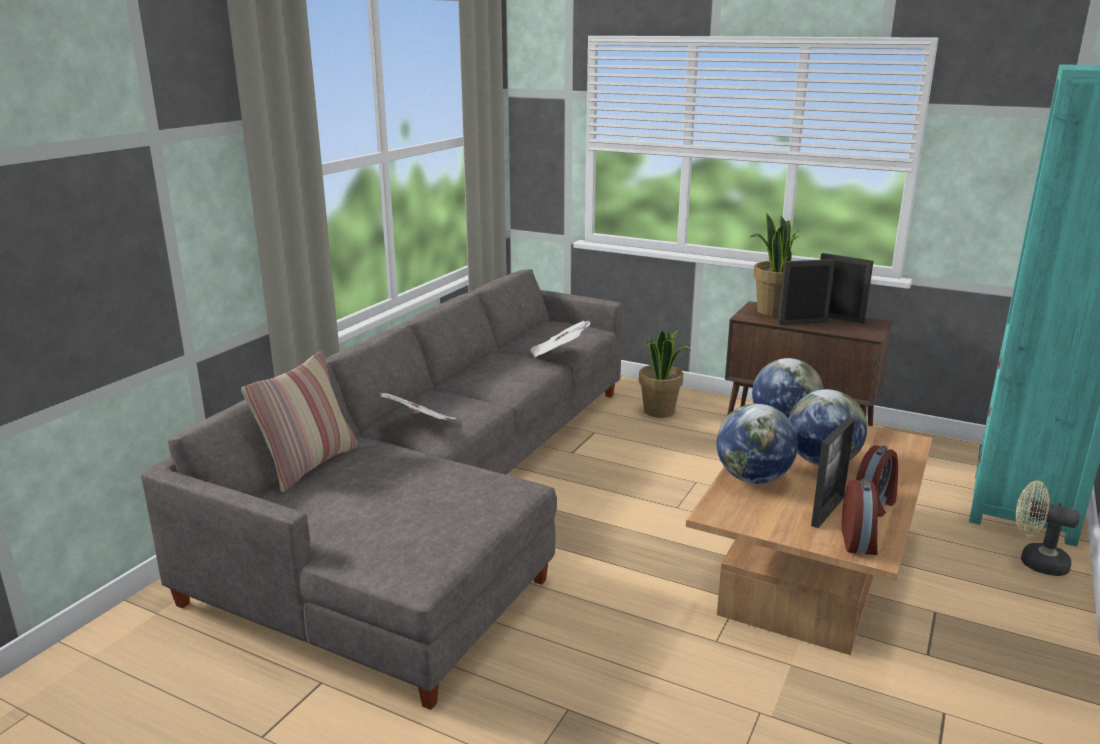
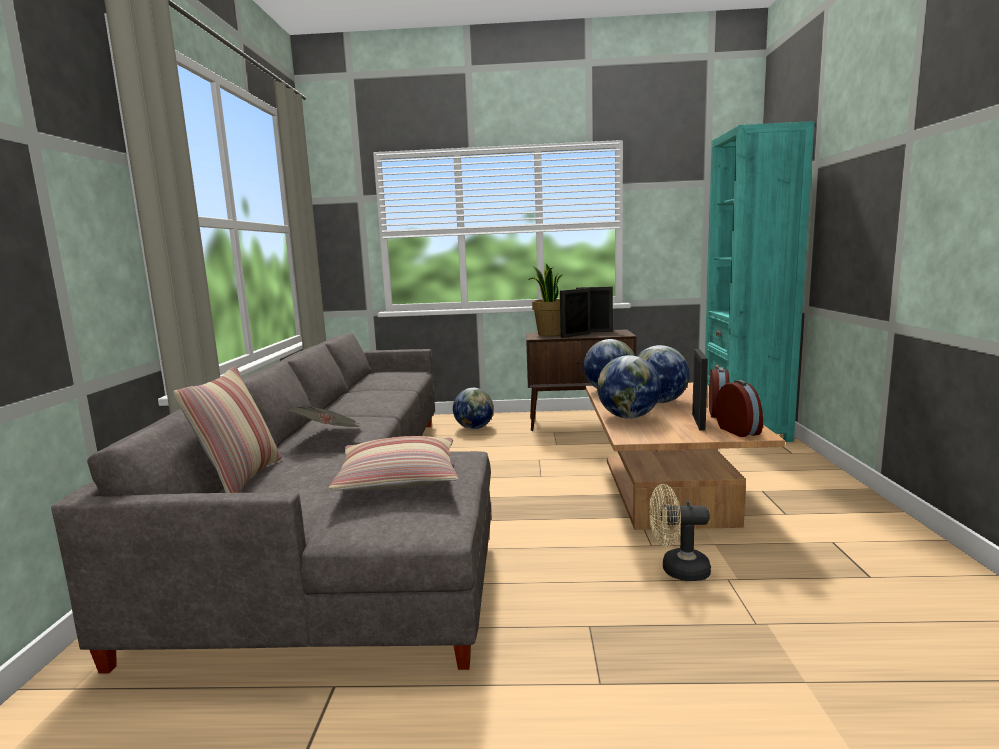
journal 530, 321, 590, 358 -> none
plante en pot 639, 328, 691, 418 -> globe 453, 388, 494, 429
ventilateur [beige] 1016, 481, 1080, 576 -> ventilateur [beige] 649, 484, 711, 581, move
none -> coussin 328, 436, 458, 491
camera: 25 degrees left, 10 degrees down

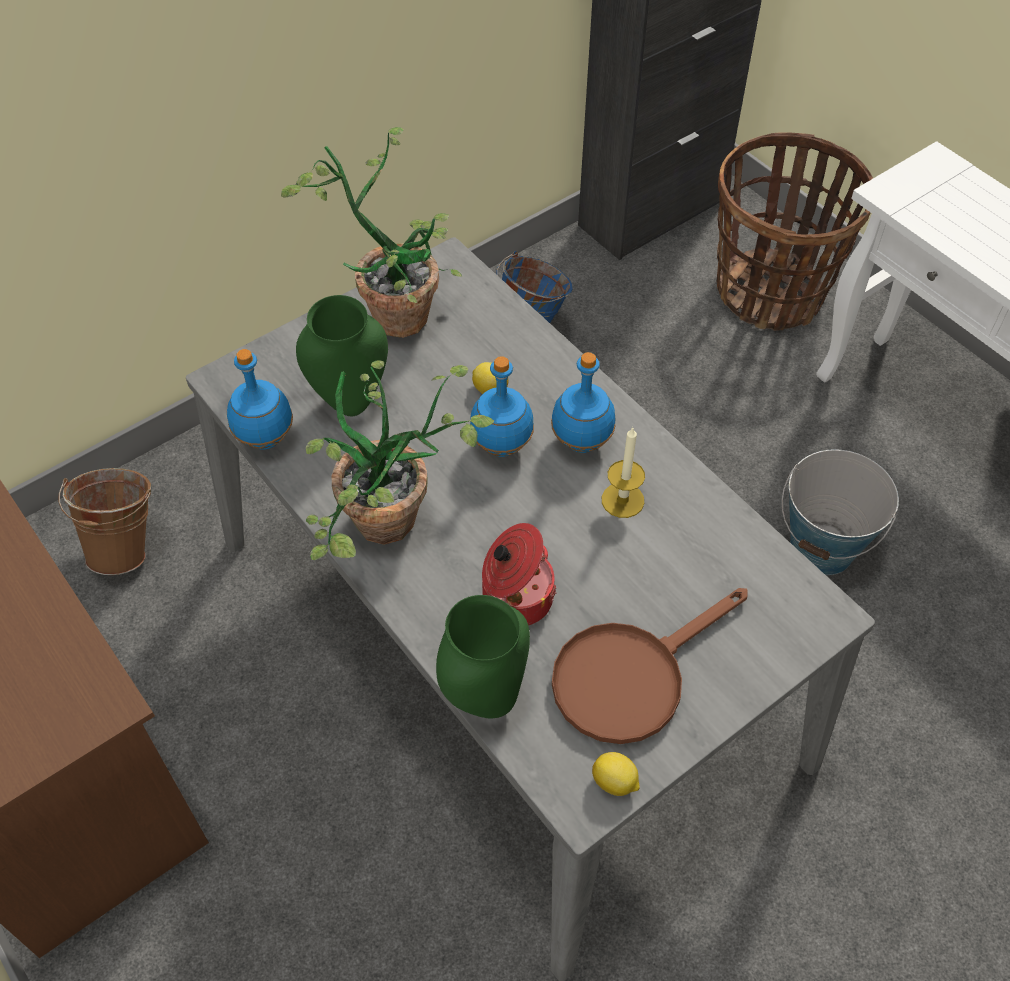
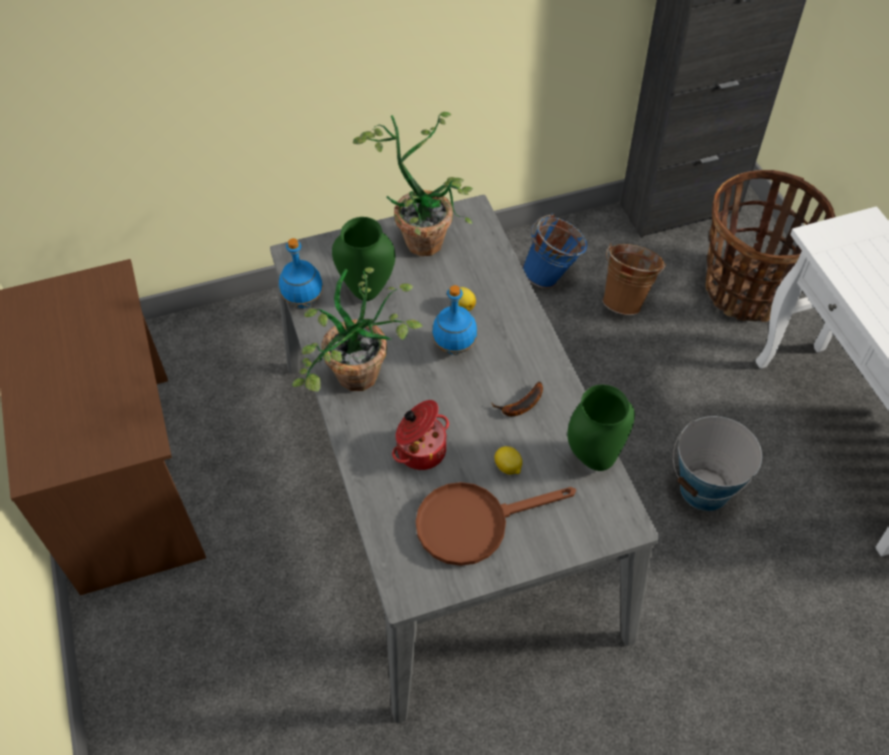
seau [marron] 59, 468, 151, 575 -> seau [marron] 603, 243, 666, 315, move
vase [vert] 436, 595, 530, 718 -> vase [vert] 567, 385, 635, 471, move
bouteille [bleu] 551, 352, 615, 453 -> none
citron 592, 752, 640, 796 -> citron 494, 446, 522, 475, move
bougie 602, 427, 645, 518 -> banane 491, 381, 543, 416
camera: 20 degrees right, 0 degrees up

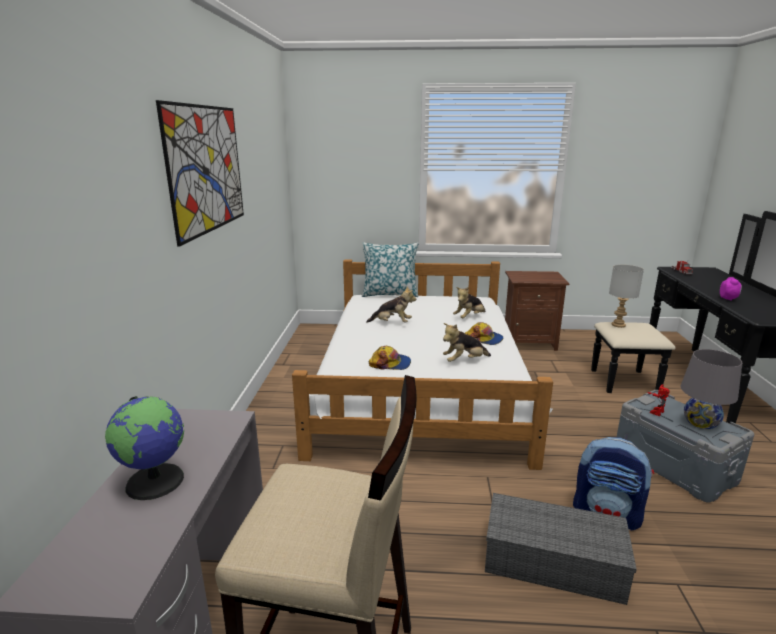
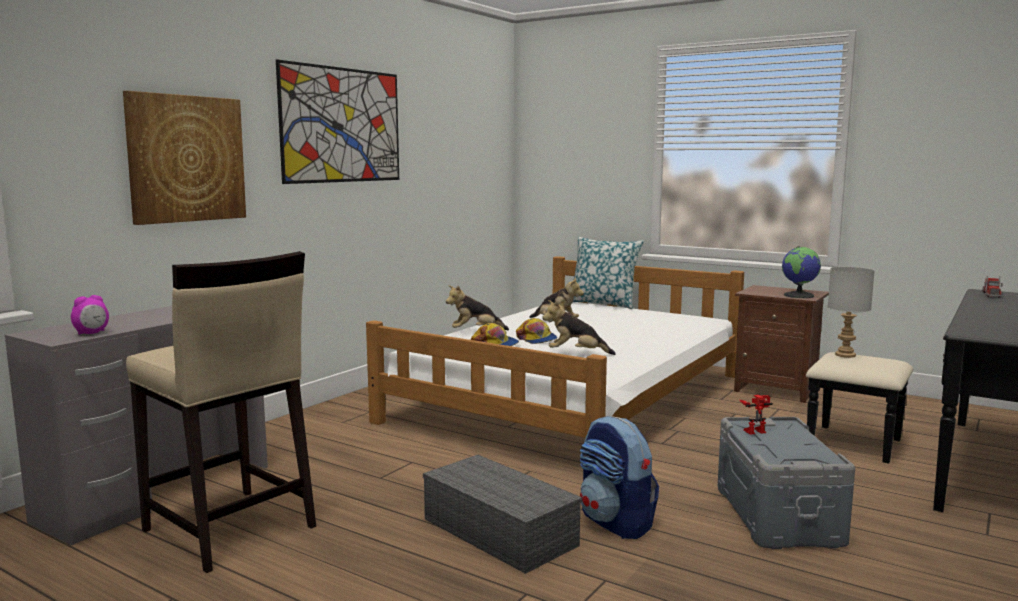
globe 105, 396, 184, 500 -> globe 782, 246, 821, 298, move
peluche 453, 287, 486, 318 -> peluche 446, 285, 509, 330, move
casquette 465, 322, 503, 345 -> casquette 516, 318, 557, 344, move
lampe de table [gris] 681, 349, 743, 429 -> none
réveil 720, 277, 742, 301 -> réveil 71, 295, 109, 335, move
none -> tableau 123, 91, 246, 225
camera: 30 degrees right, 10 degrees down

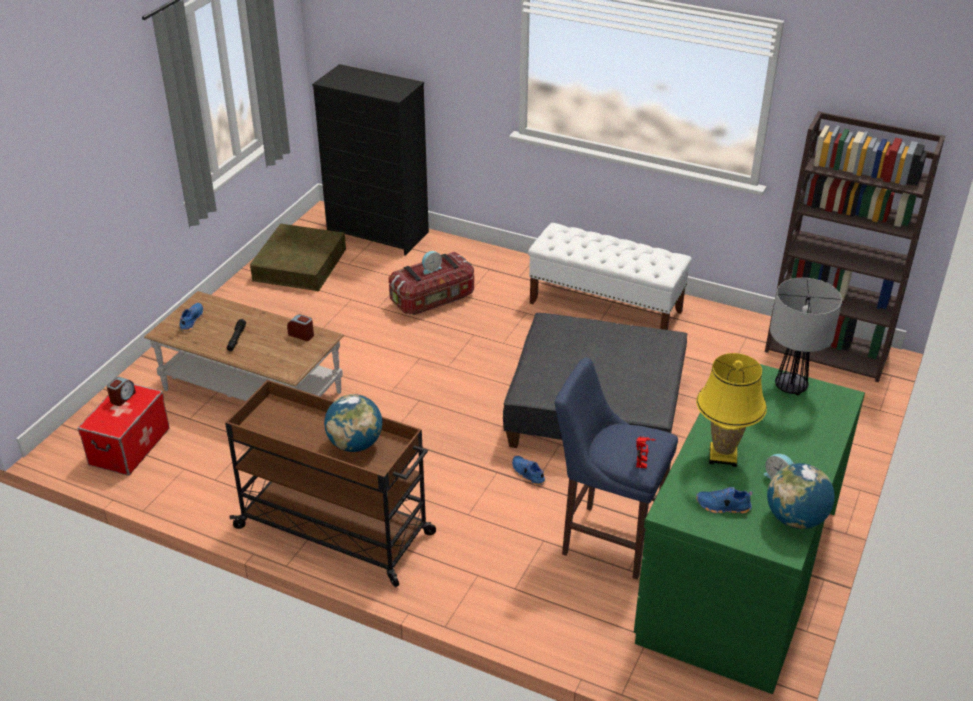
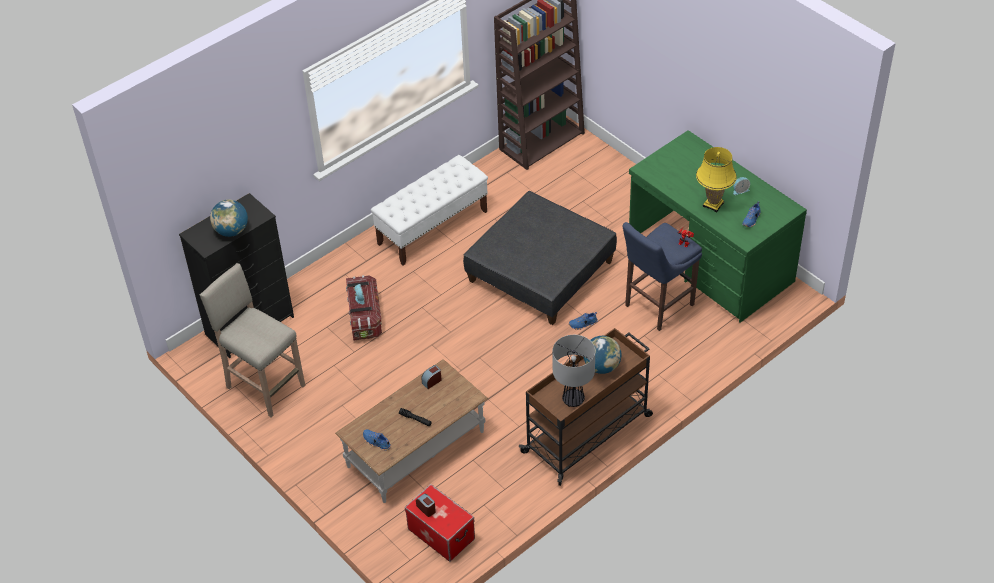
boîte de rangement [marron] 250, 224, 346, 291 -> tabouret [beige] 200, 263, 306, 417
globe 767, 463, 835, 529 -> globe 210, 200, 248, 237, move
lampe de table 770, 278, 842, 396 -> lampe de table 552, 335, 595, 407, move
camera: 65 degrees left, 10 degrees up

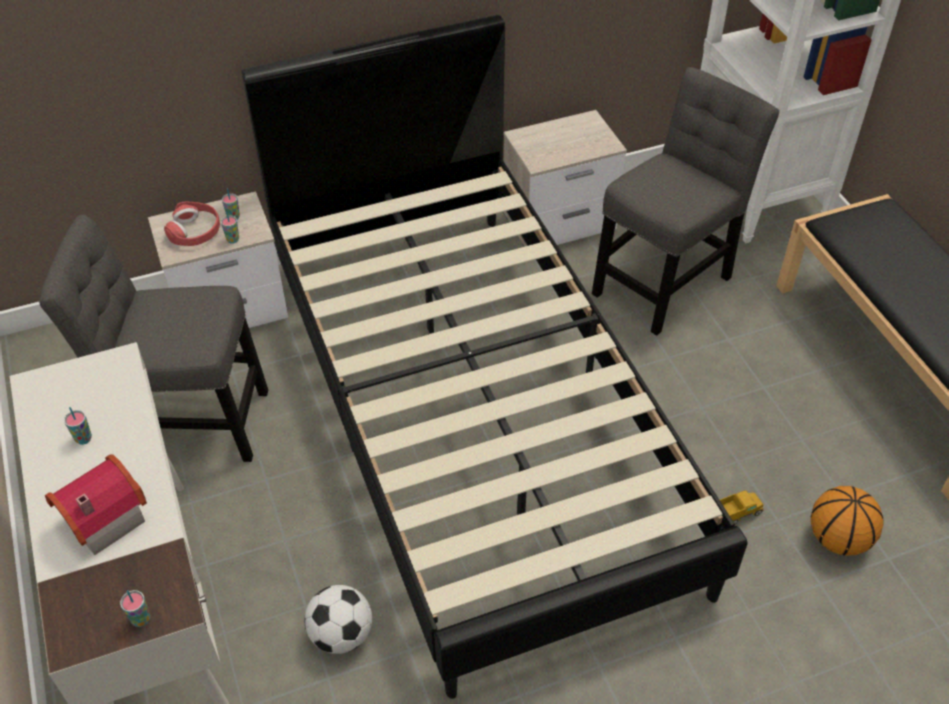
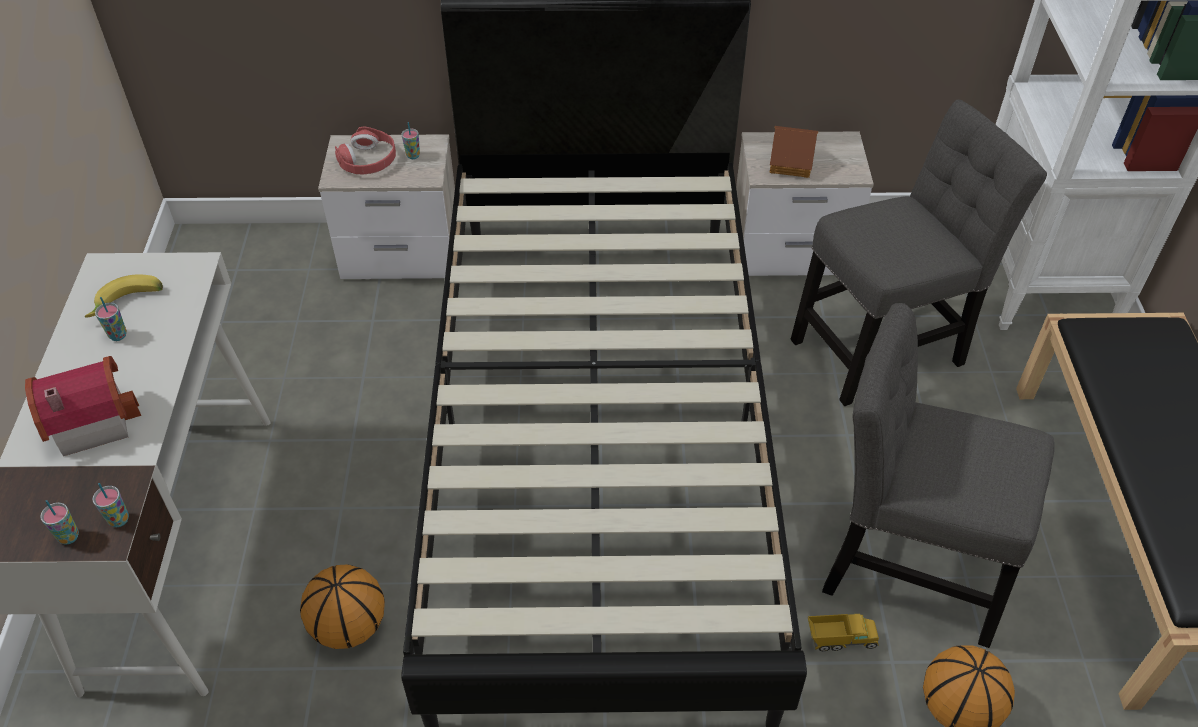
chaise [gris] 39, 214, 268, 462 -> chaise [gris] 822, 303, 1054, 648, move
tasse 221, 211, 239, 244 -> tasse 93, 483, 129, 527, move
ballon de foot 305, 585, 372, 654 -> ballon de basket 300, 564, 385, 649
none -> banane 85, 274, 163, 318
none -> maison miniature 770, 126, 818, 178
camera: 20 degrees right, 0 degrees up

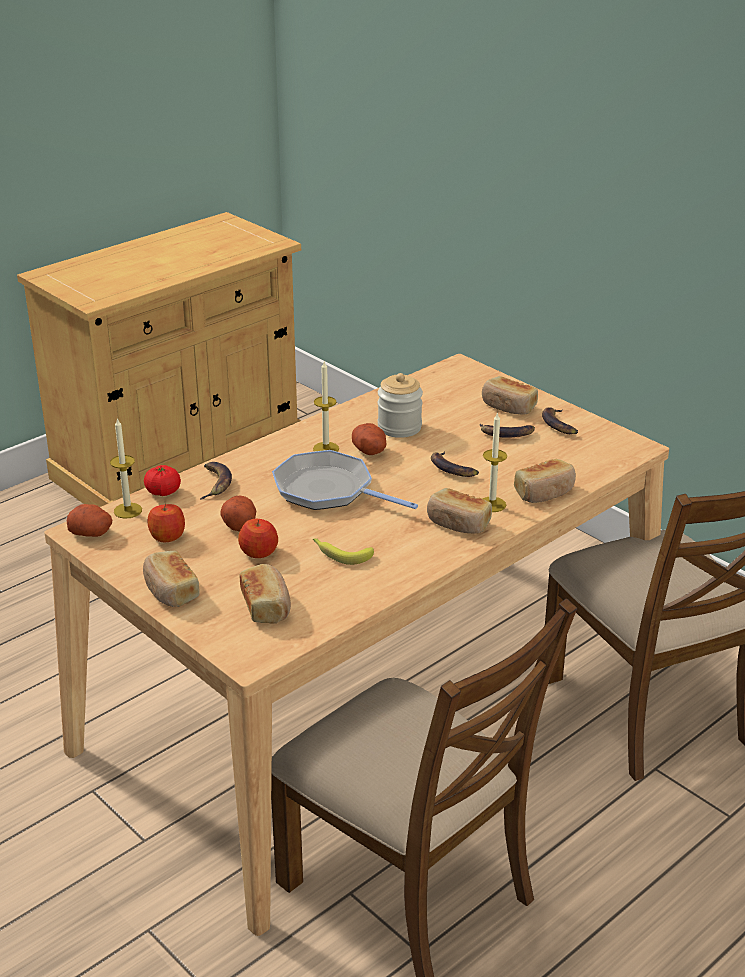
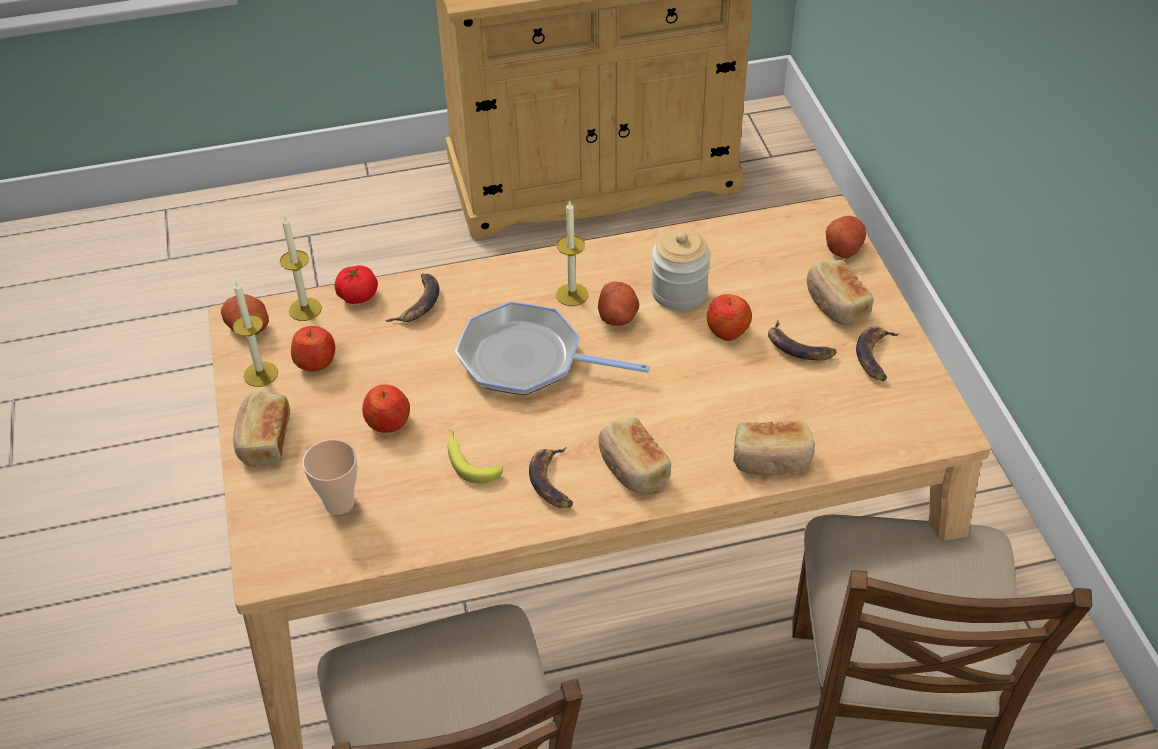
pomme de terre 220, 496, 256, 532 -> pomme de terre 826, 216, 866, 259, move
pain 240, 564, 291, 624 -> tasse 302, 439, 358, 515
poêle 272, 450, 418, 510 -> poêle 455, 301, 650, 395, 45 degrees counterclockwise
banane 431, 451, 479, 477 -> banane 529, 448, 573, 508, move
bougie 482, 412, 507, 512 -> bougie 232, 281, 278, 387, move
none -> pomme 707, 294, 752, 341
camera: 30 degrees right, 15 degrees up

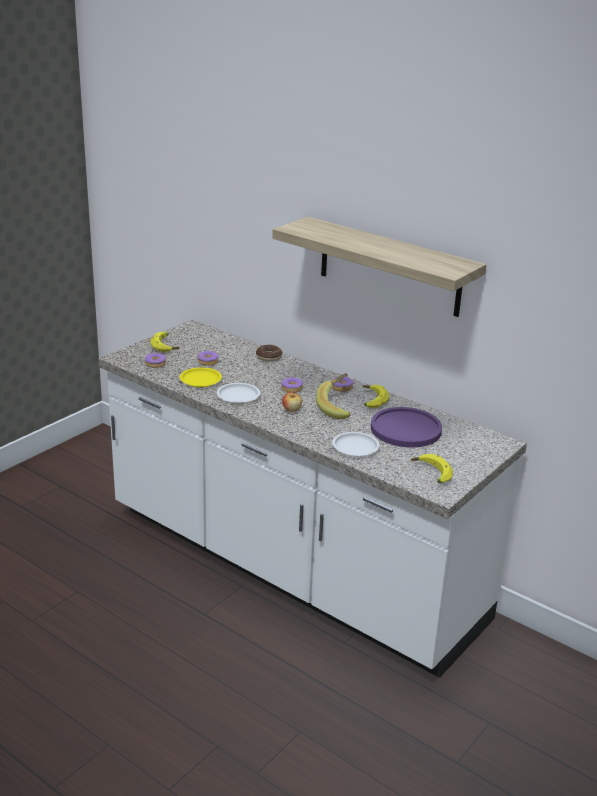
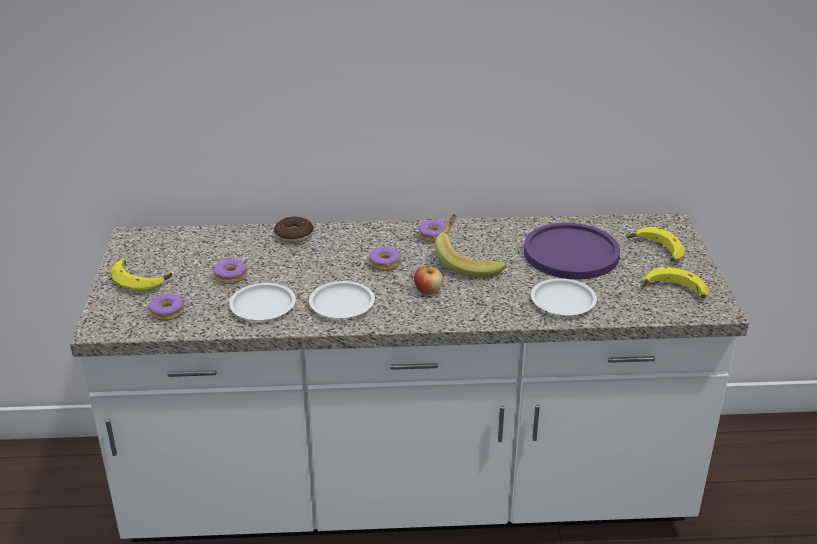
assiette [jaune] 180, 367, 222, 387 -> assiette [blanc] 229, 283, 296, 320
étagère 272, 217, 487, 317 -> none
banane 362, 385, 389, 408 -> banane 627, 227, 685, 261, move
camera: 40 degrees left, 5 degrees up

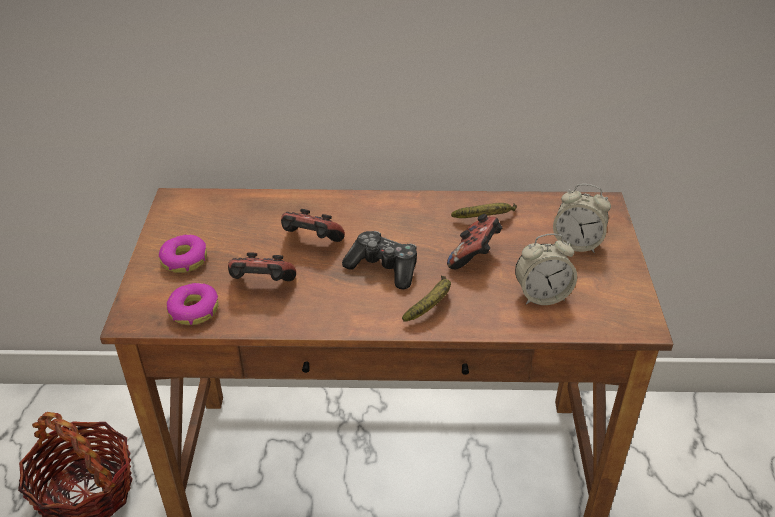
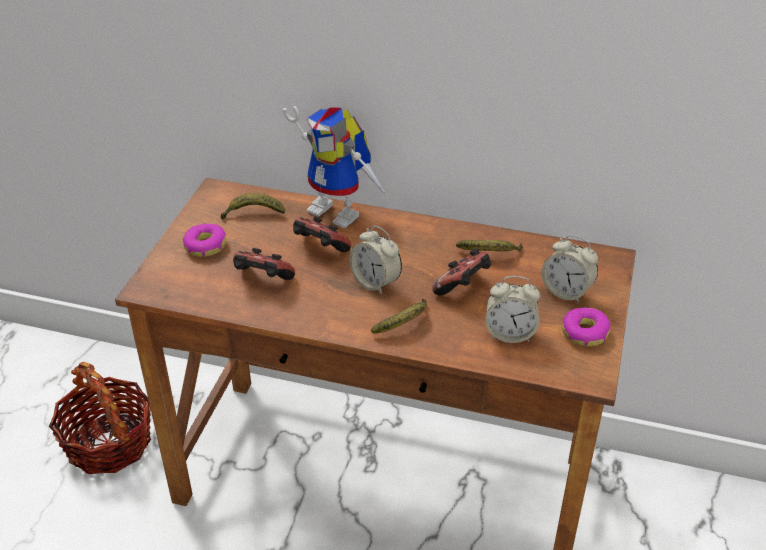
beignet 166, 283, 219, 325 -> beignet 562, 308, 611, 346, move
manette 342, 231, 417, 289 -> réveil 349, 225, 402, 295
none -> banane 221, 193, 285, 220
none -> robot jouet 283, 106, 387, 229
camera: 15 degrees right, 0 degrees up

